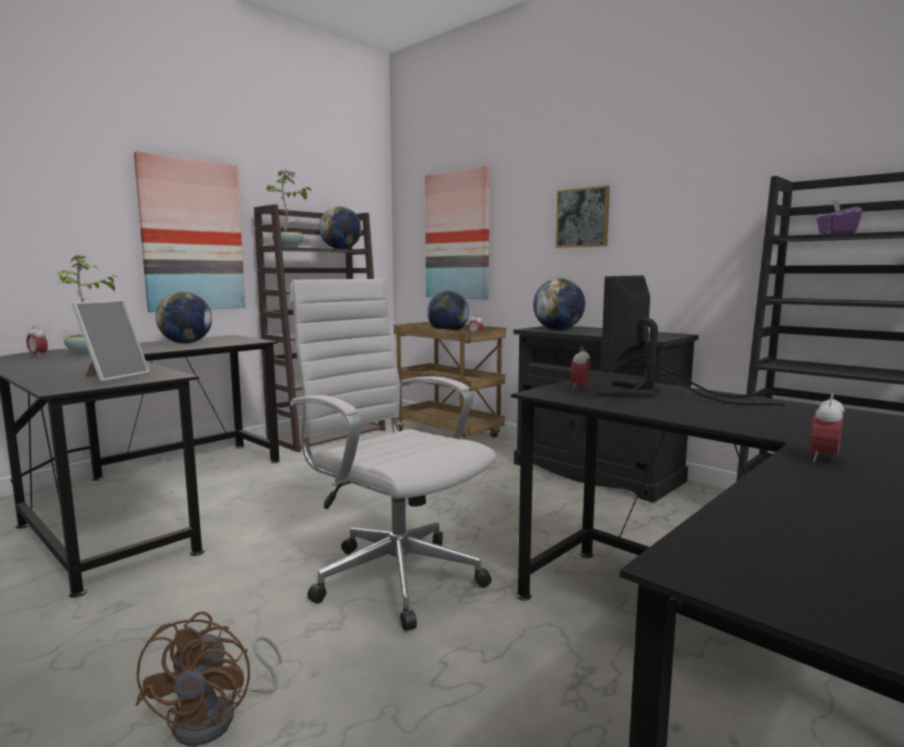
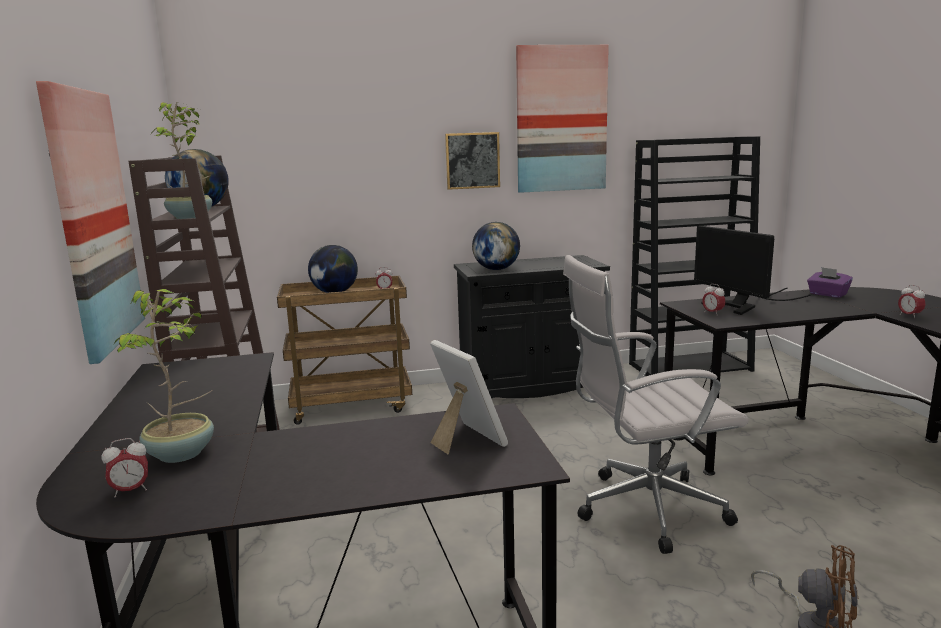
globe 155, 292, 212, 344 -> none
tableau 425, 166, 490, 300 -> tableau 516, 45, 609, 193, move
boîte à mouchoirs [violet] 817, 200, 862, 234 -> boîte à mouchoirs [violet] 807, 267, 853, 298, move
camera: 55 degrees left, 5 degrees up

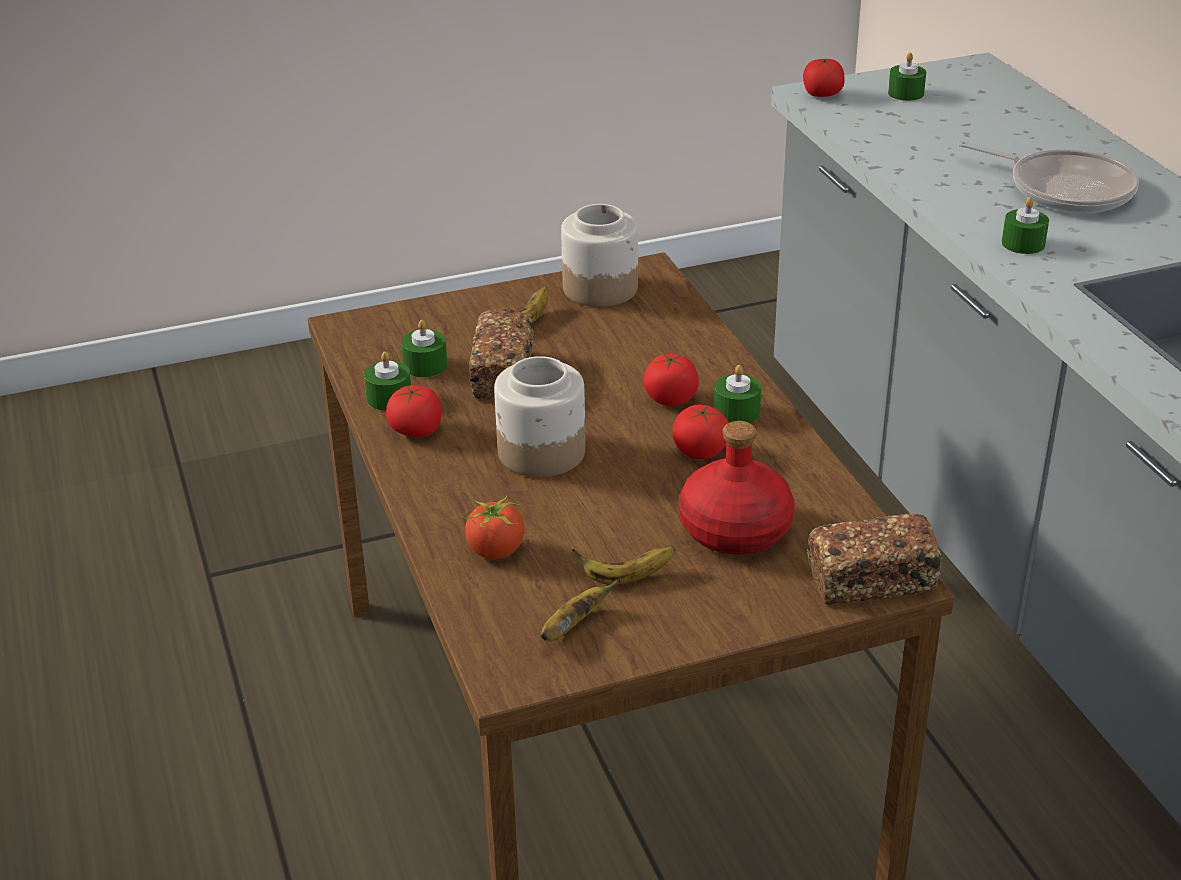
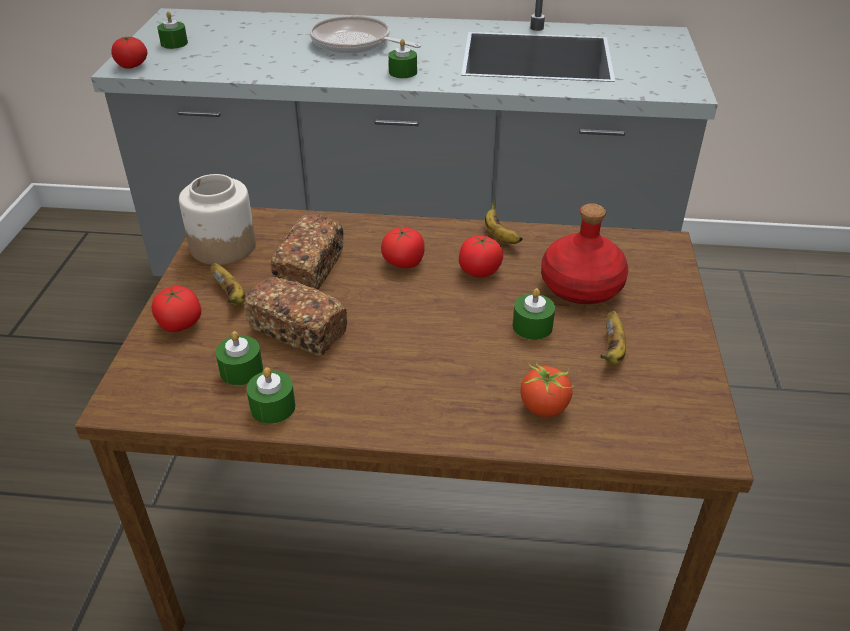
tomate 386, 385, 442, 437 -> tomate 151, 286, 201, 332, move
bocal 494, 356, 586, 477 -> none
banane 540, 579, 621, 641 -> banane 485, 199, 523, 244, move
bougie [vert] 714, 365, 761, 423 -> bougie [vert] 513, 288, 555, 340, move
pain 807, 514, 942, 605 -> pain 271, 213, 344, 290, move
poêle 958, 141, 1139, 213 -> poêle 310, 16, 421, 54, 120 degrees counterclockwise
camera: 65 degrees left, 5 degrees up

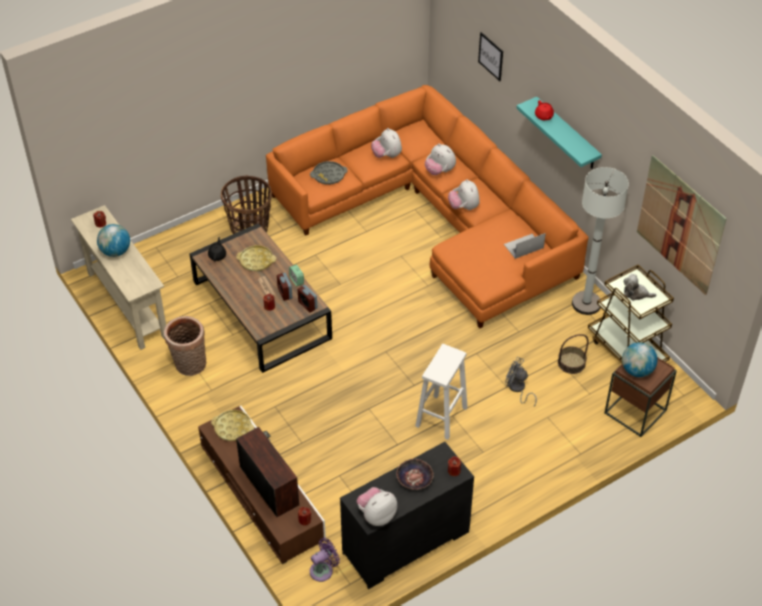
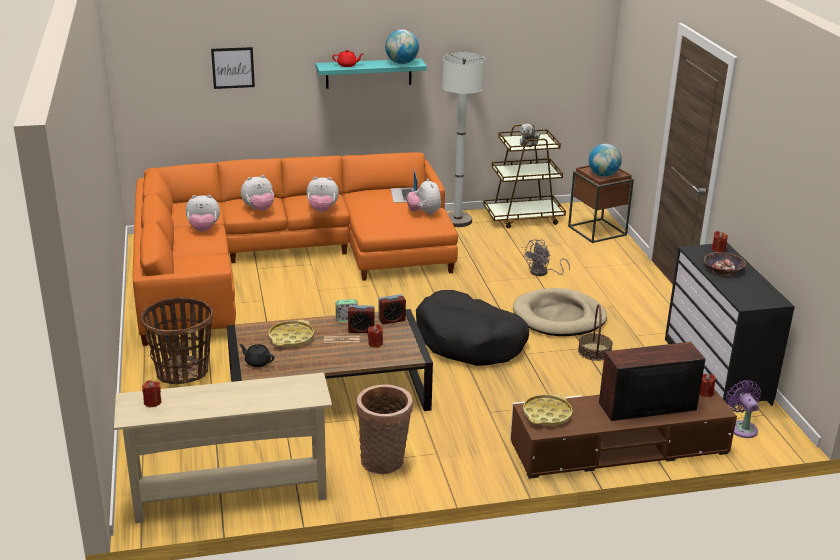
globe 97, 224, 130, 257 -> globe 385, 30, 419, 64, move
plateau [gris] 310, 161, 348, 185 -> none
peluche 356, 487, 397, 526 -> peluche 406, 178, 441, 215, move
tabouret [blanc] 415, 344, 467, 440 -> panier pour chien [beige] 513, 288, 607, 336
panier 558, 334, 589, 374 -> panier 578, 304, 613, 361, move
tableau 637, 155, 727, 295 -> none
none -> panier pour chien [noir] 416, 290, 529, 366
camera: 70 degrees left, 20 degrees down

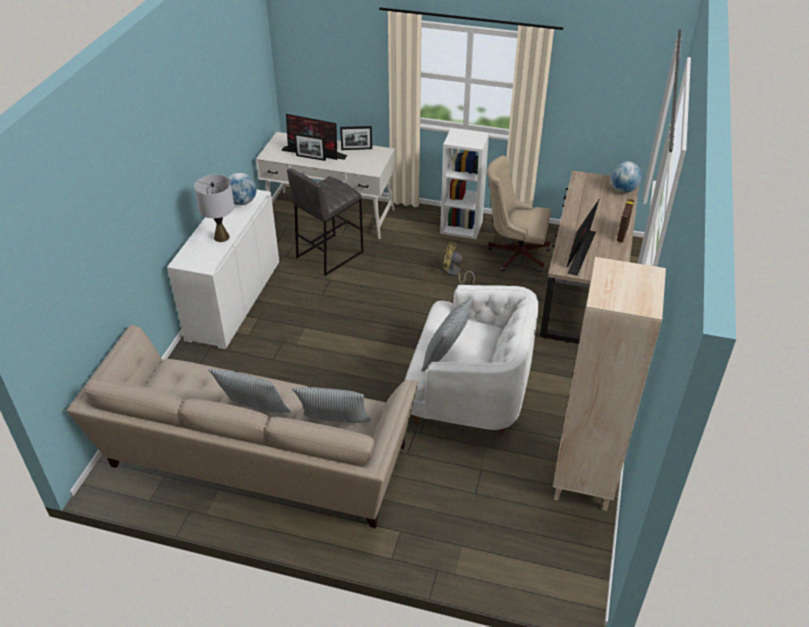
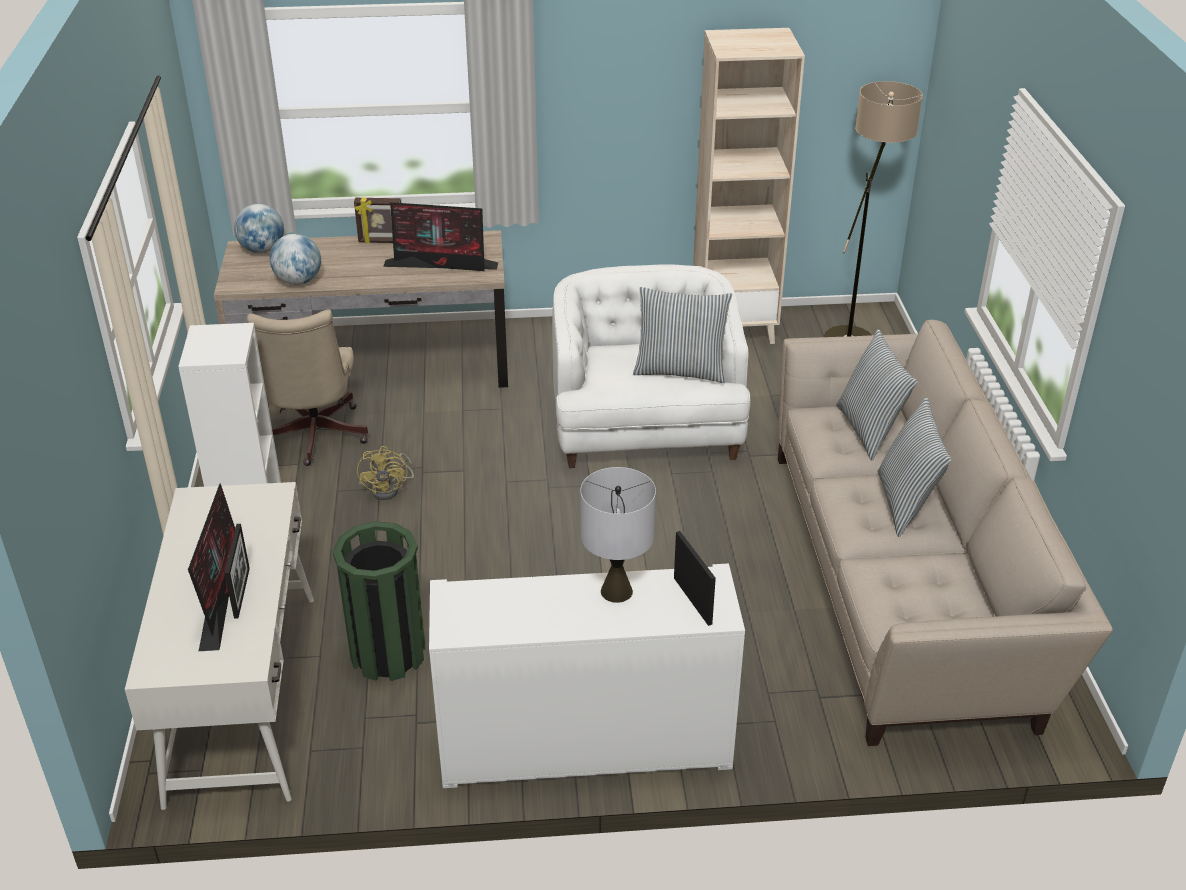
globe 228, 172, 257, 205 -> globe 270, 234, 321, 285, move
tabouret [gris] 287, 168, 364, 276 -> poubelle [vert] 332, 521, 426, 681
cadre photo 340, 126, 372, 150 -> cadre photo 674, 531, 716, 626, move
none -> lampadaire 824, 81, 923, 337
camera: 110 degrees left, 5 degrees down

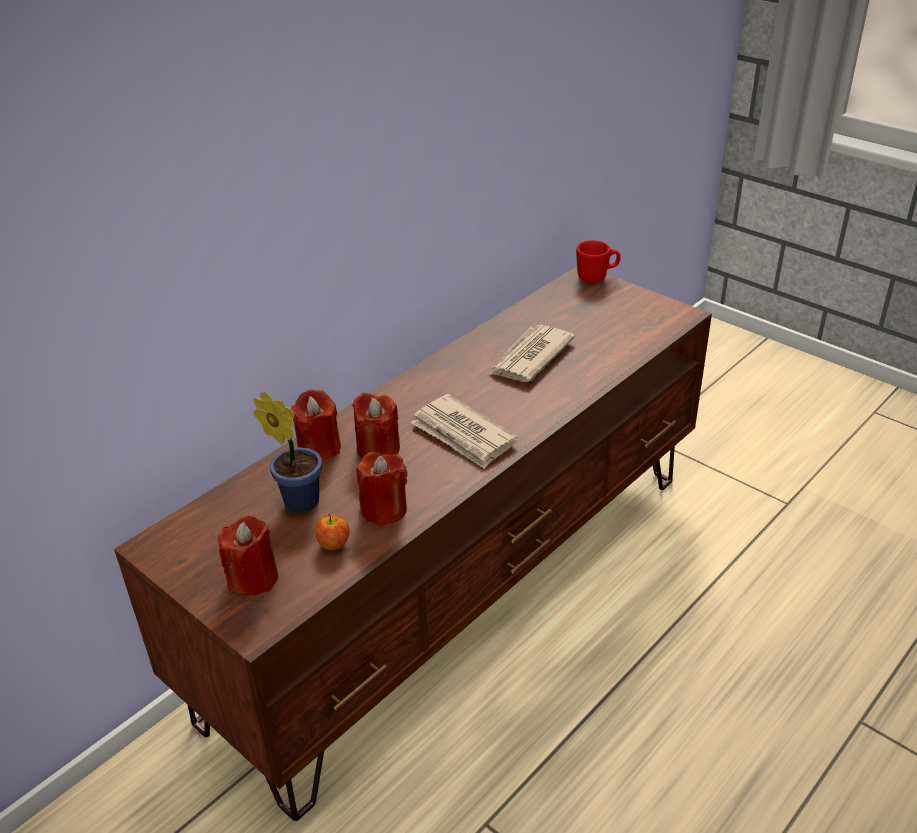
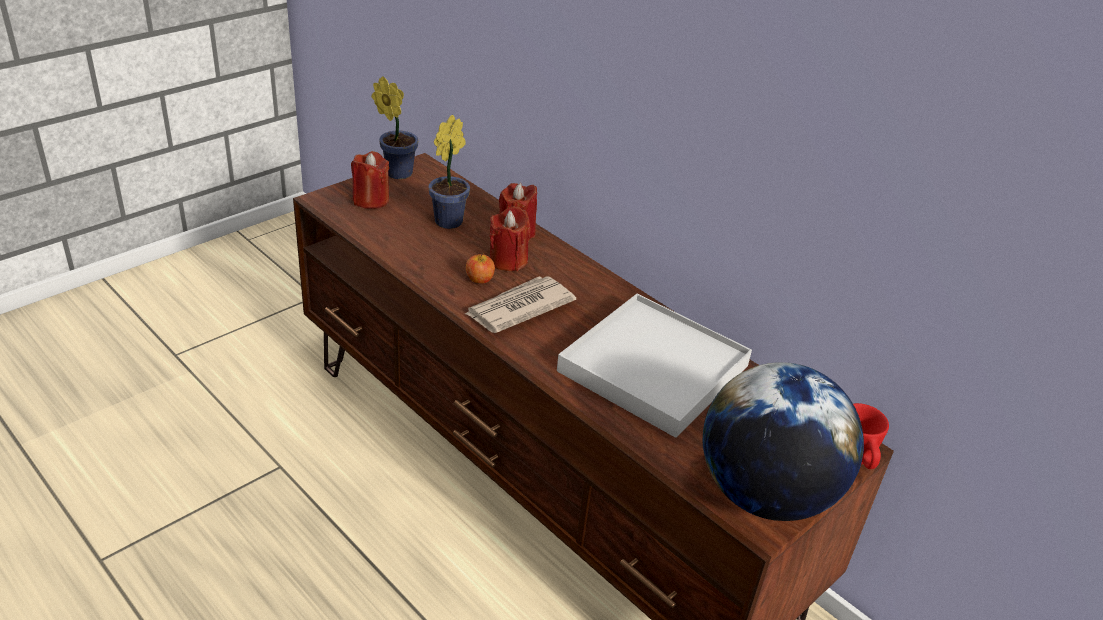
pomme 315, 514, 350, 550 -> pomme 466, 253, 495, 284, move
bougie [rouge] 357, 452, 407, 526 -> none
journal 488, 325, 575, 382 -> plateau [blanc] 557, 294, 752, 438
none -> plante en pot 371, 76, 418, 179
none -> globe 703, 362, 864, 521
camera: 90 degrees right, 0 degrees up

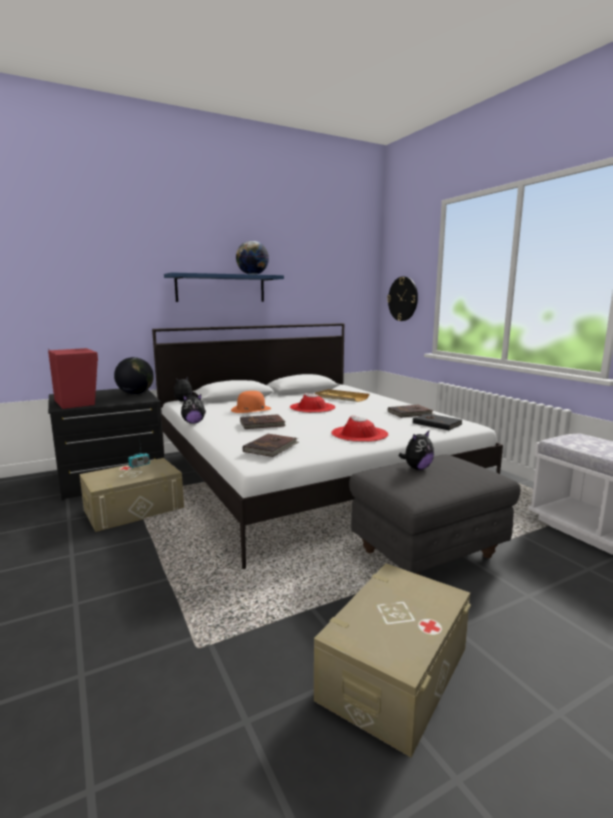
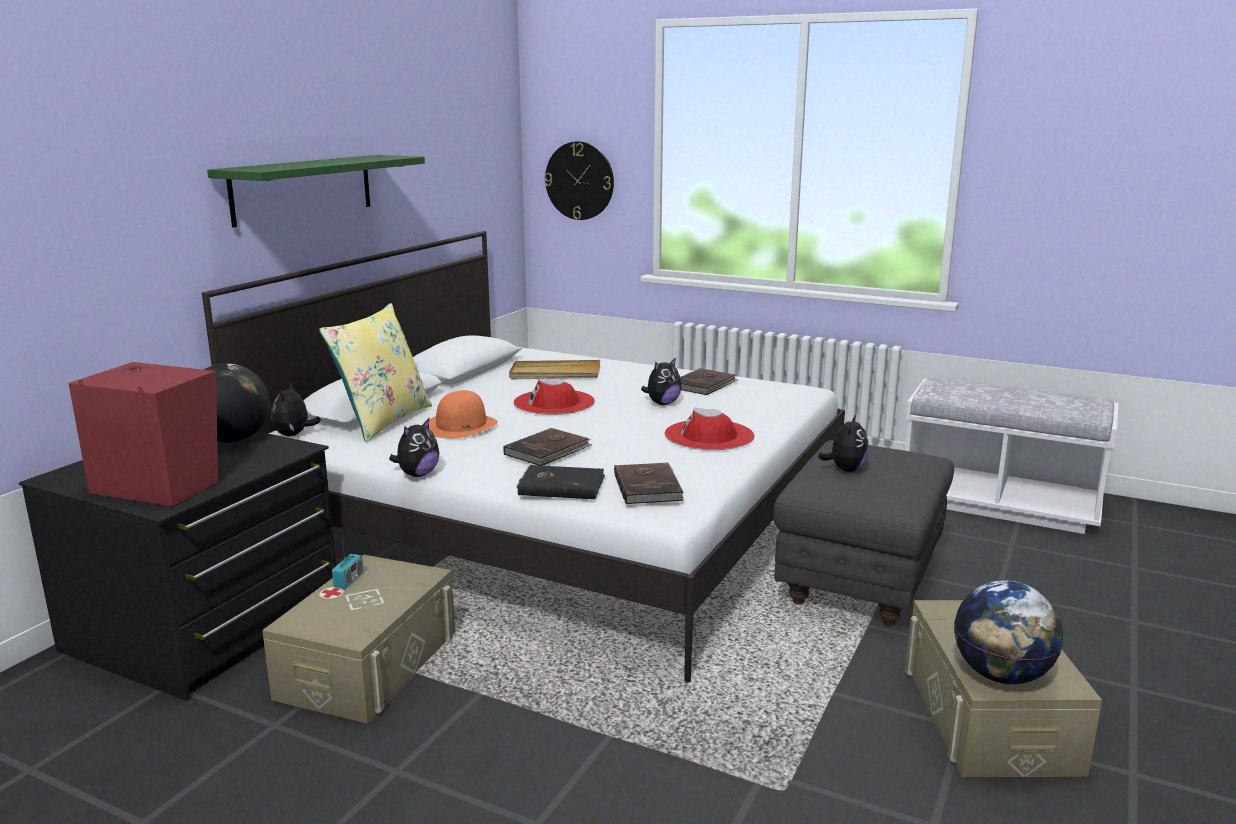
étagère [bleu] 164, 272, 284, 302 -> étagère [vert] 207, 155, 425, 228
globe 236, 241, 269, 275 -> globe 954, 581, 1063, 684, move
livre [noir] 413, 413, 463, 430 -> livre [noir] 516, 465, 605, 499, move
none -> coussin [jaune] 319, 303, 432, 442
none -> peluche 641, 357, 682, 405
camera: 35 degrees left, 5 degrees up

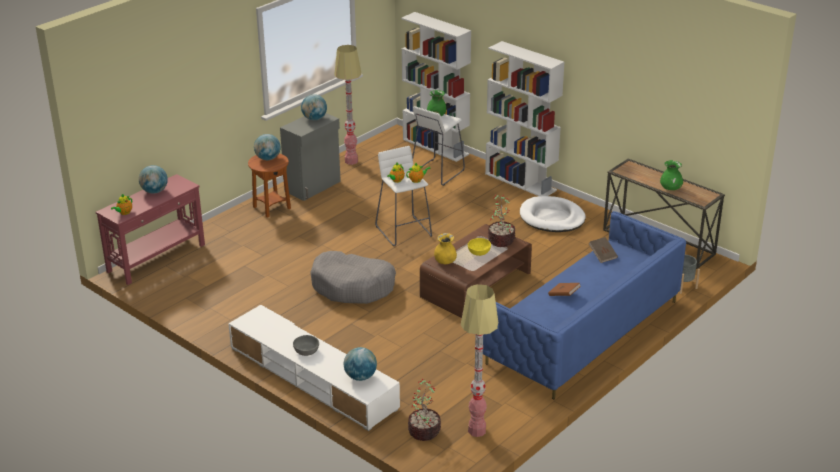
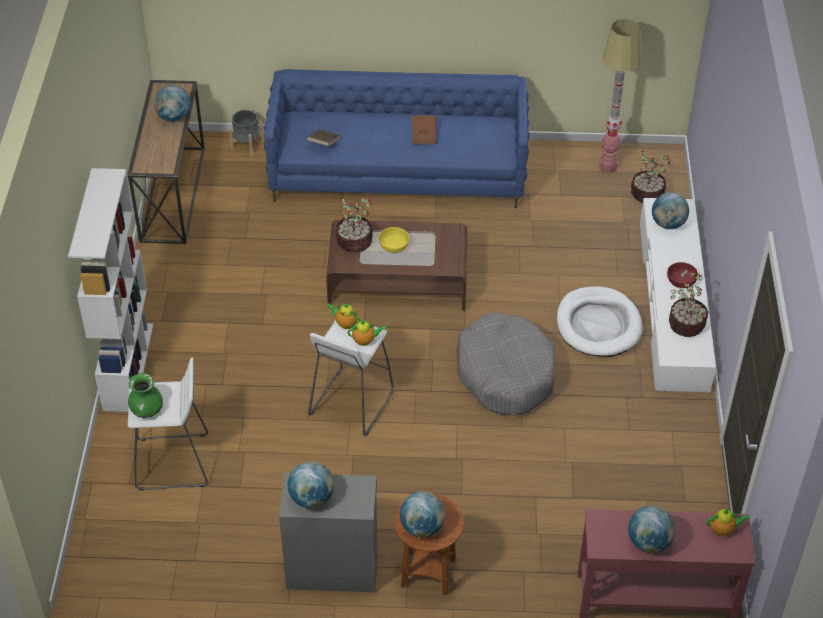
bol [gris] 293, 335, 319, 356 -> bol [rouge] 667, 262, 698, 288
lampadaire 334, 45, 362, 165 -> none
bibliothèque [blanc] 401, 12, 471, 162 -> none
vase [jaune] 434, 233, 457, 264 -> none
panier pour chien [blanc] 520, 196, 586, 232 -> panier pour chien [blanc] 557, 286, 643, 357, move
vase [vert] 660, 160, 683, 190 -> globe 154, 85, 191, 122
none -> plante en pot 669, 270, 709, 337
camera: 130 degrees left, 15 degrees up

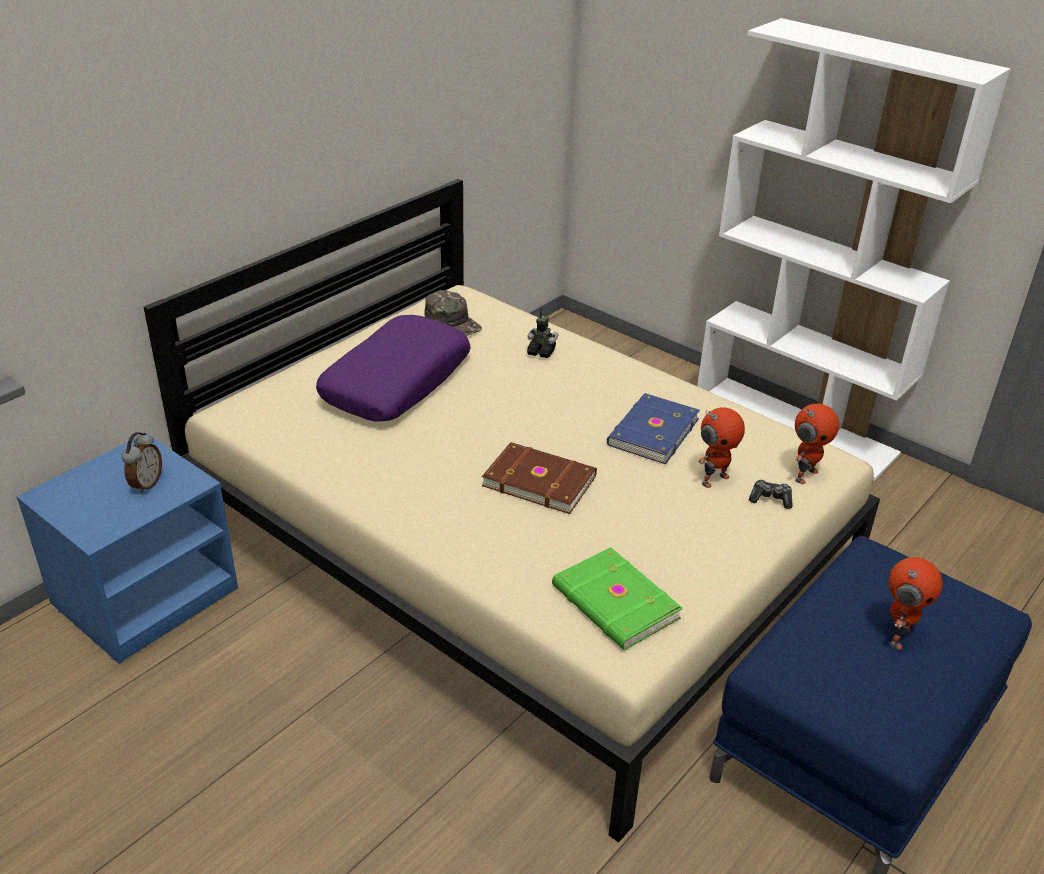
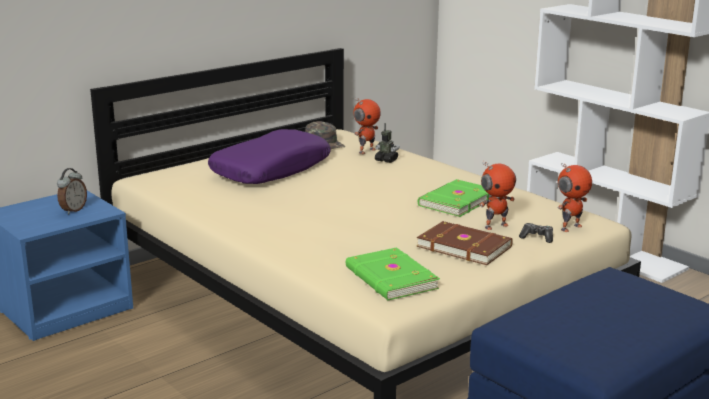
livre [marron] 482, 442, 597, 514 -> livre [marron] 416, 221, 513, 265, move
livre [bleu] 607, 393, 700, 464 -> livre [vert] 418, 179, 492, 217
robot jouet 888, 557, 943, 650 -> robot jouet 353, 97, 381, 154, move
camera: 10 degrees right, 15 degrees down

